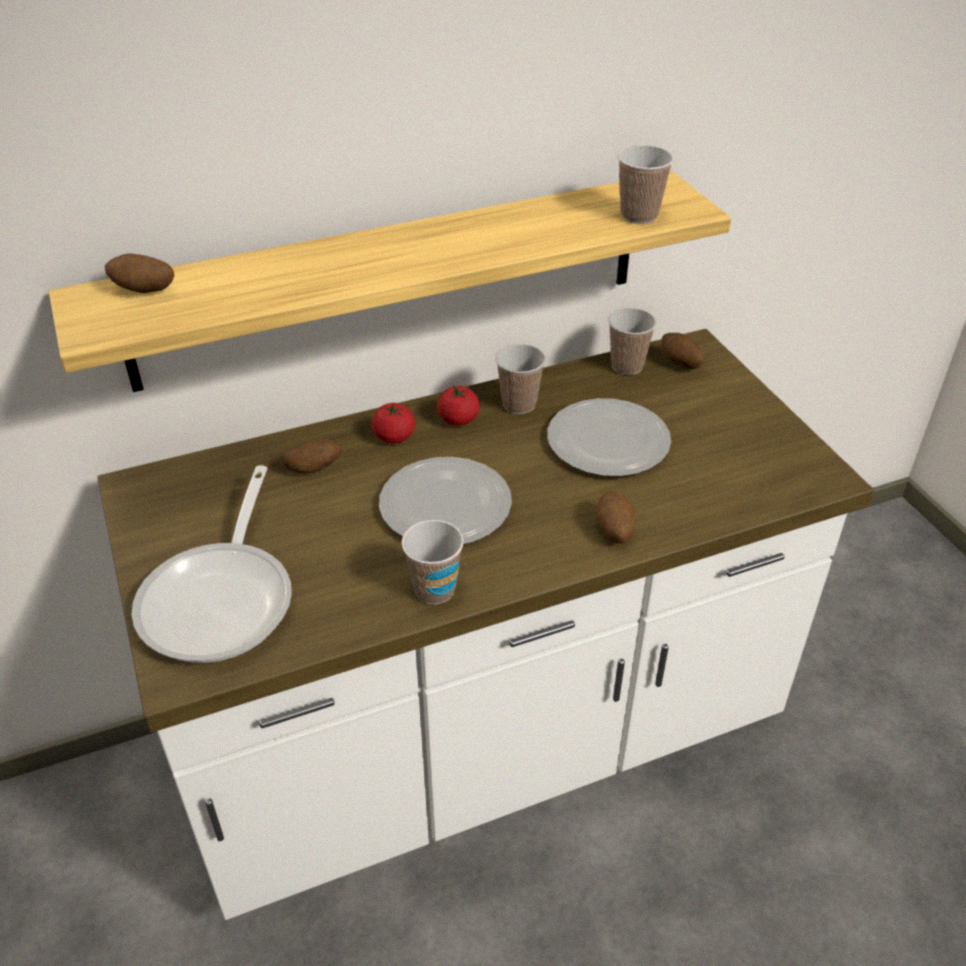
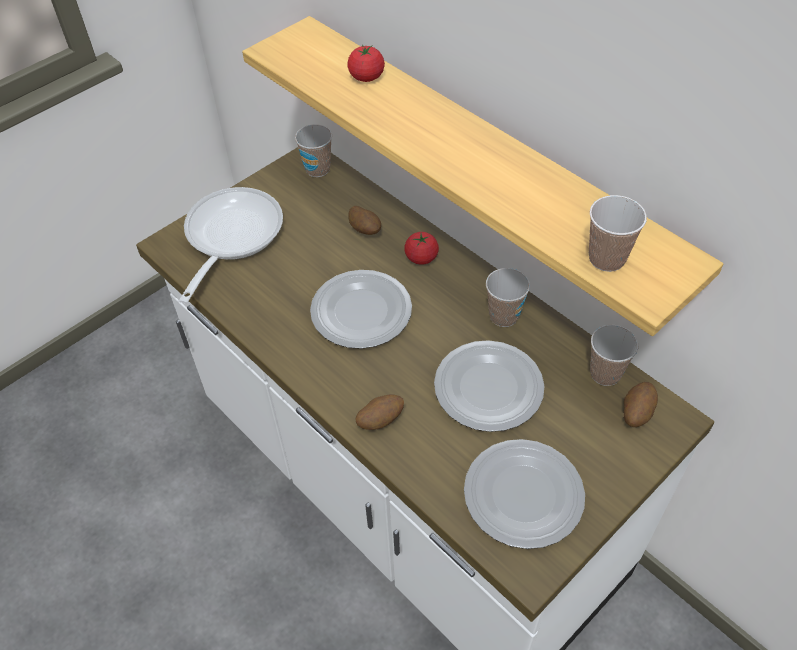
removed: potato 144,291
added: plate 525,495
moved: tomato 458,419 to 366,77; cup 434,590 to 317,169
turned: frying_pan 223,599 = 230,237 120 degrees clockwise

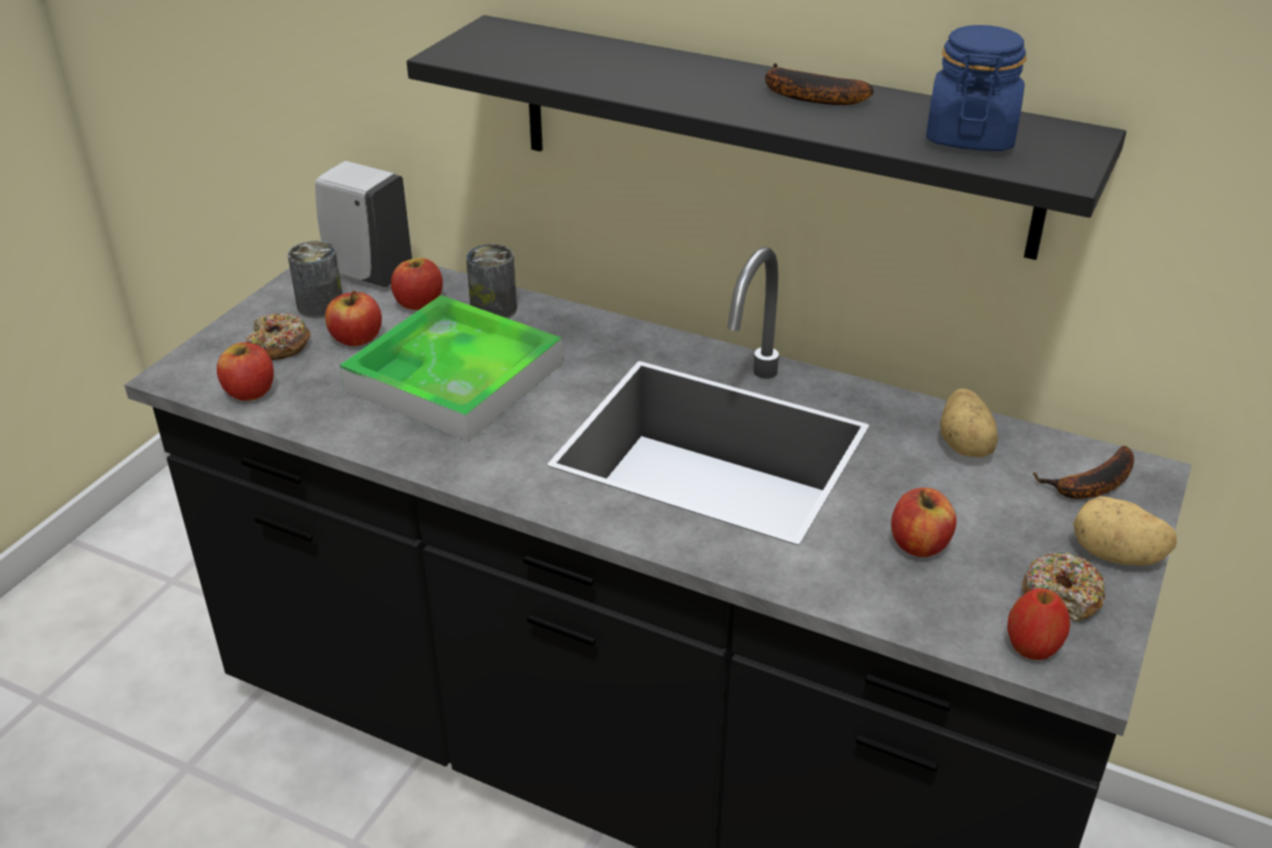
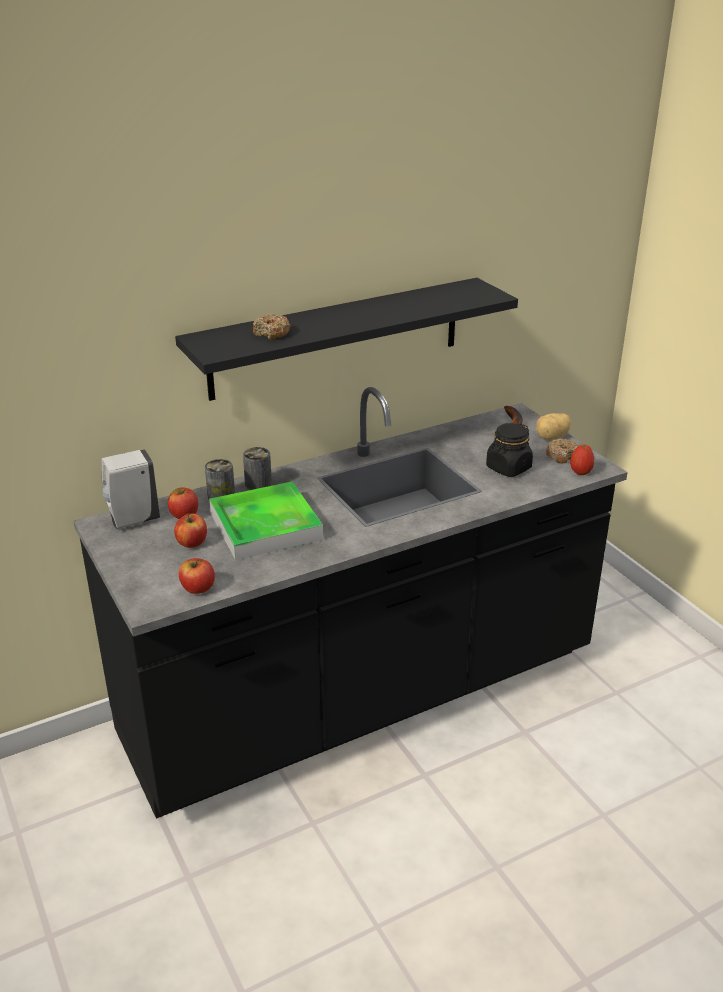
removed: blue_jar 970,136; banana 805,96; potato 966,445
moved: can 320,306 to 258,484; donut 279,346 to 272,333
replaced: apple 919,544 to black_jar 508,468

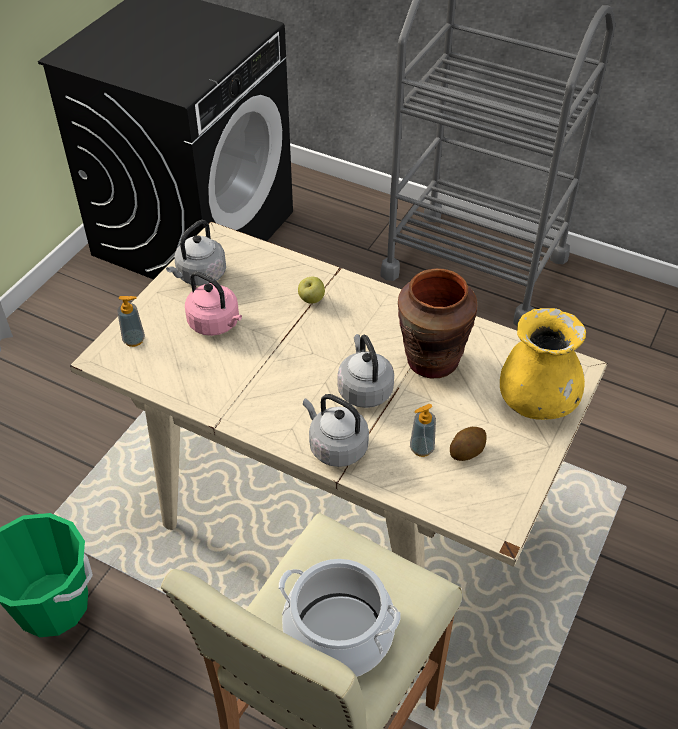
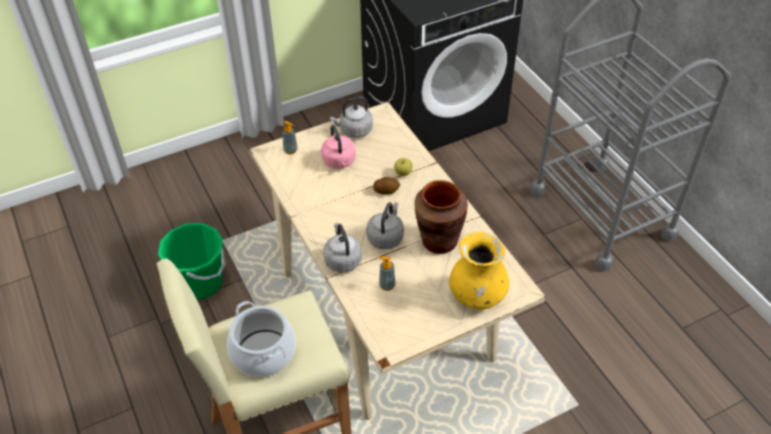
moved: potato 467,451 to 386,191

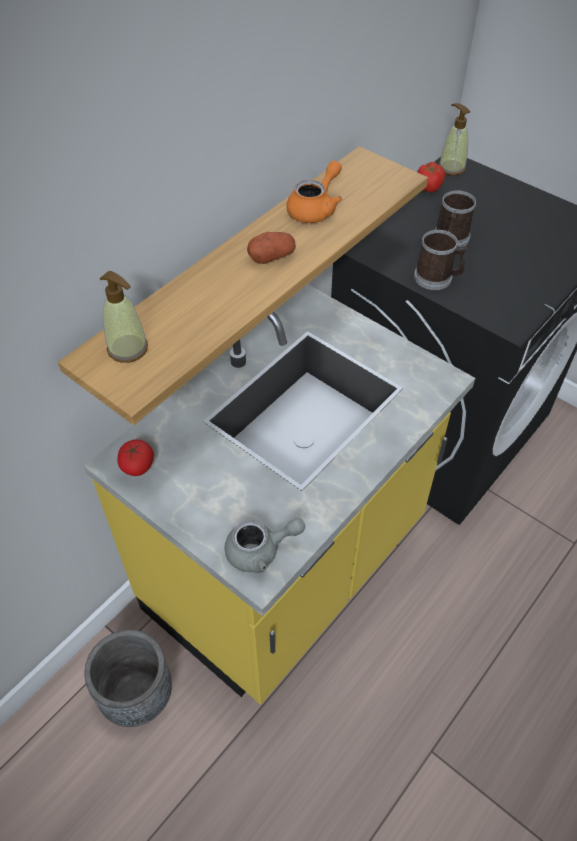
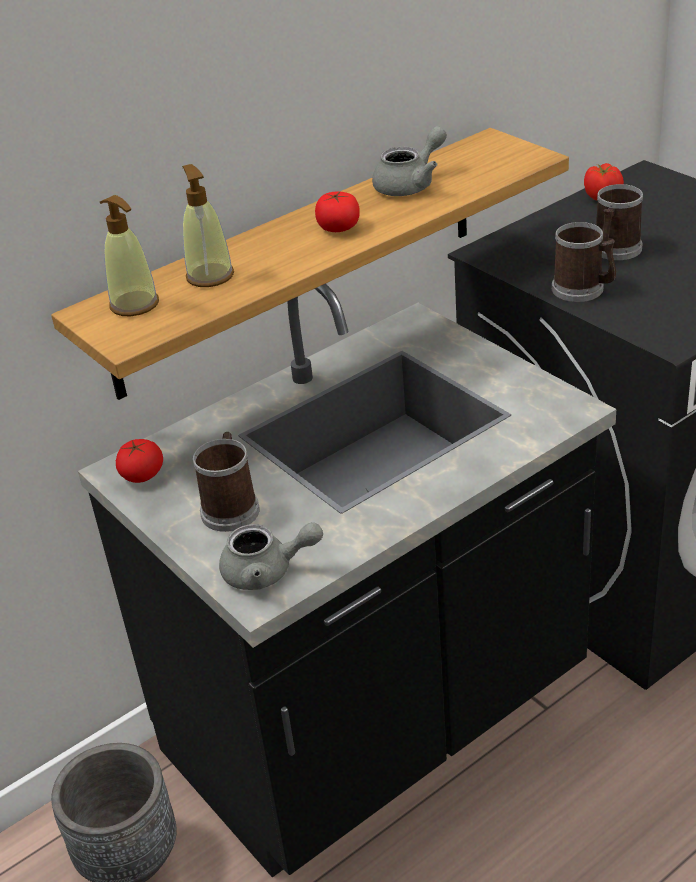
added: mug 231,507
moved: soap_dispenser 451,168 to 210,276
replaced: potato 271,257 to tomato 339,227
recoloured: orange_teapot 315,209 to grey_teapot 411,184; yellow_counter 288,569 to black_counter 377,722

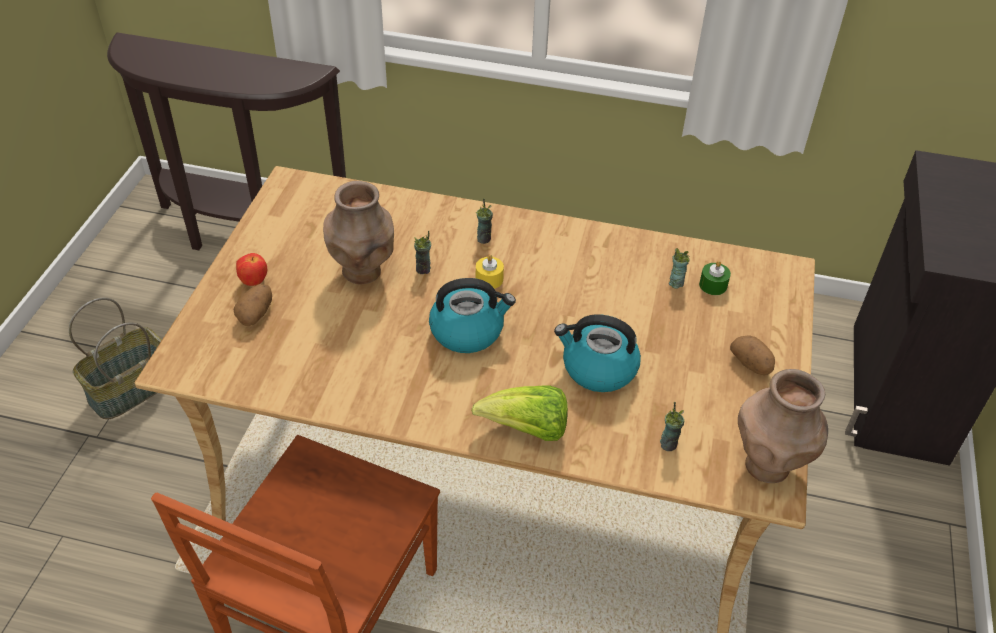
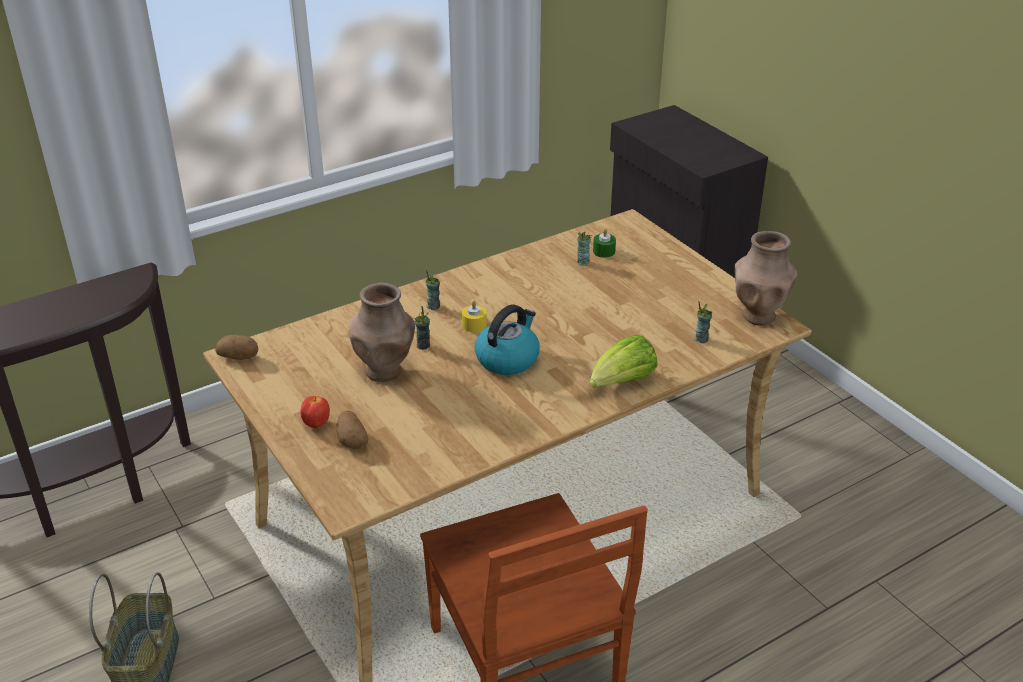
removed: kettle 598,369
moved: potato 751,364 to 239,357

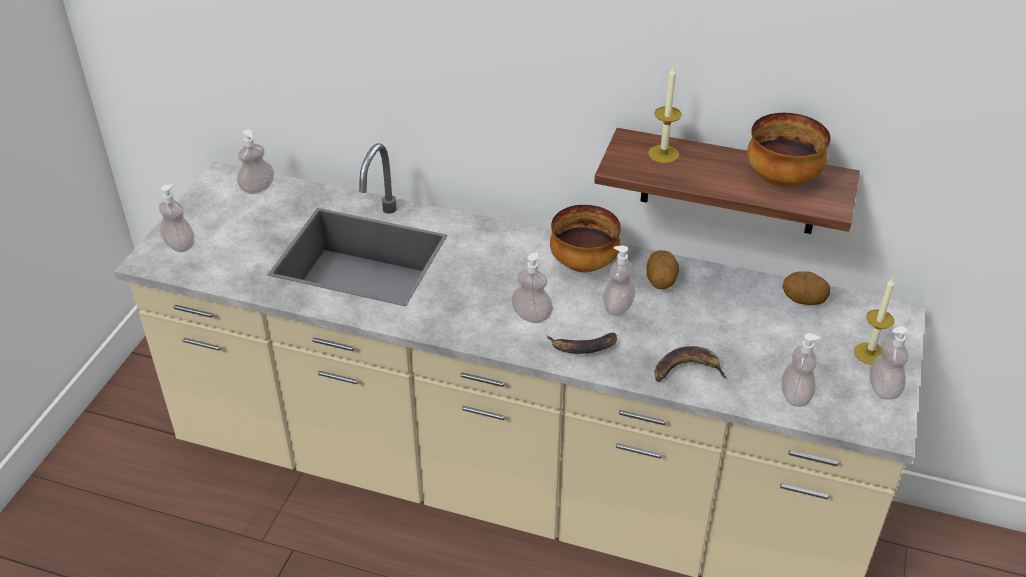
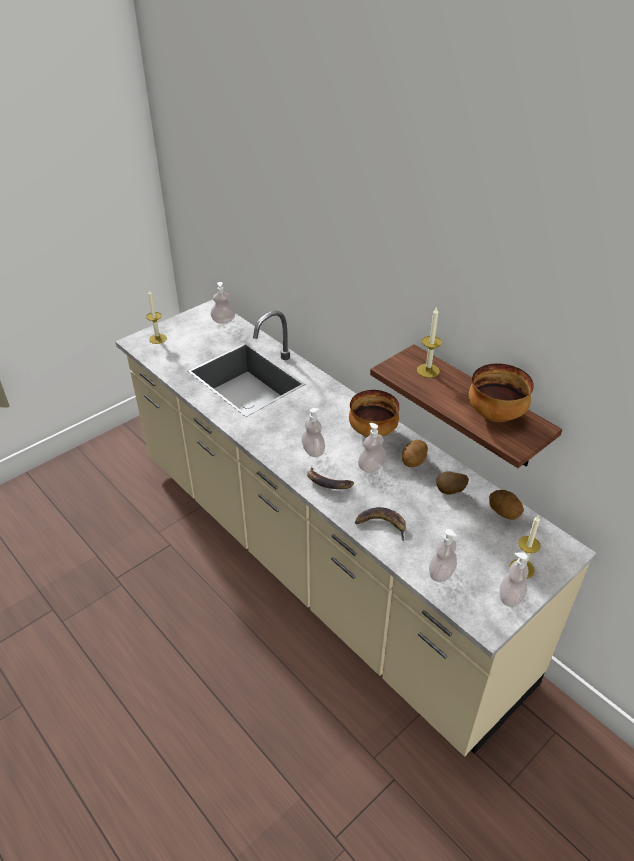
added: potato 450,492
replaced: soap_dispenser 180,245 to candle 158,339

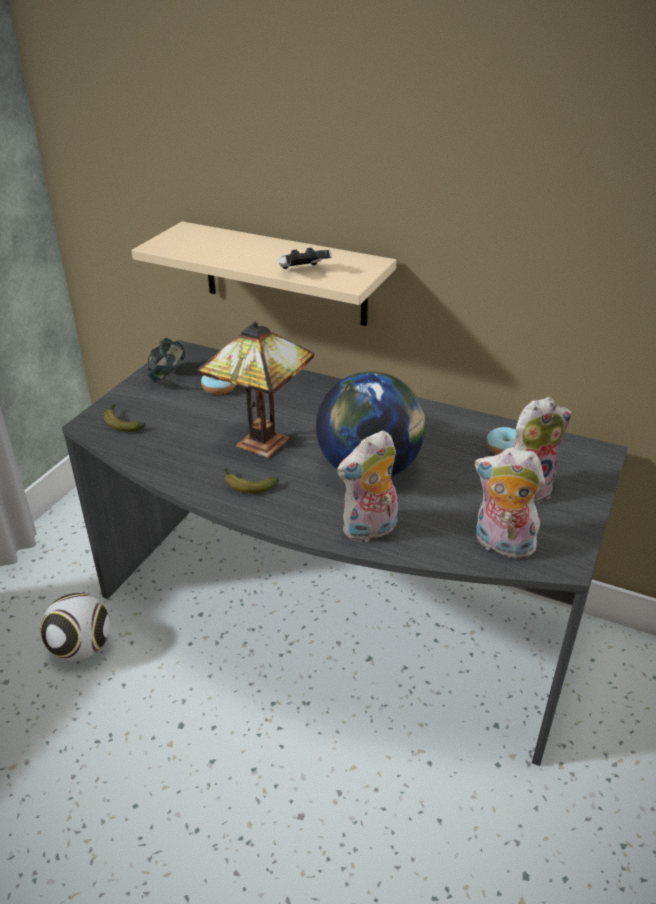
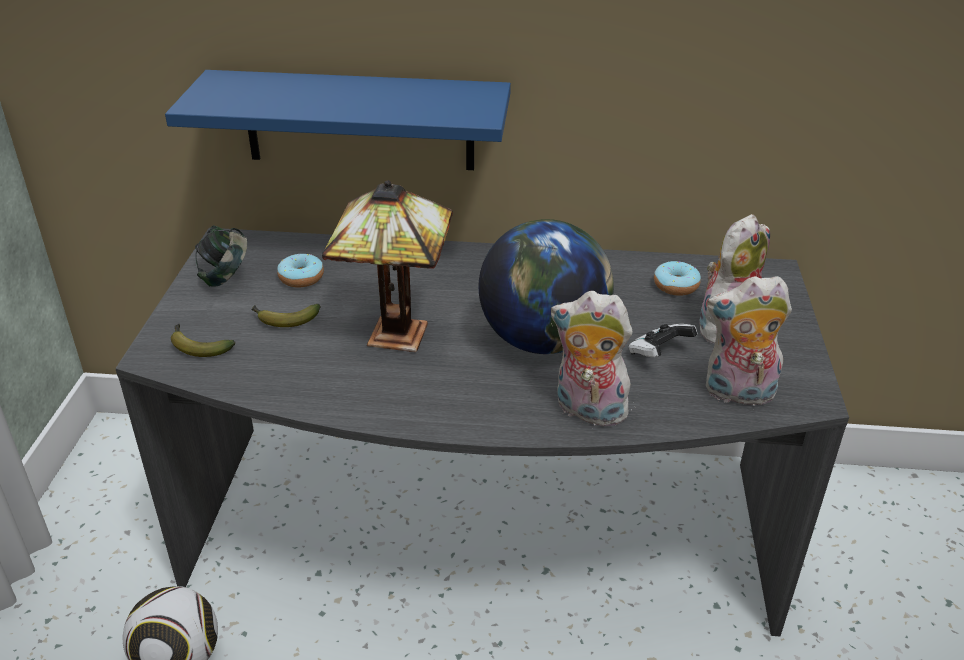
moved: game_controller 303,272 to 658,354; banana 246,485 to 283,319
recoloured: beige_shelf 284,274 to blue_shelf 359,120
turned: plush_toy 370,531 = 587,411 75 degrees clockwise

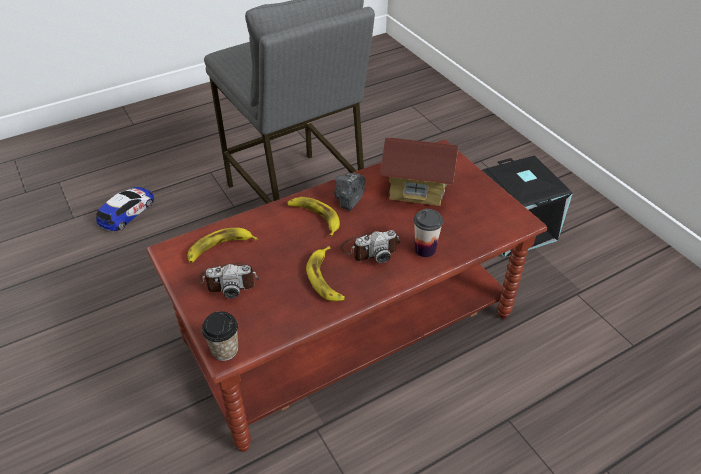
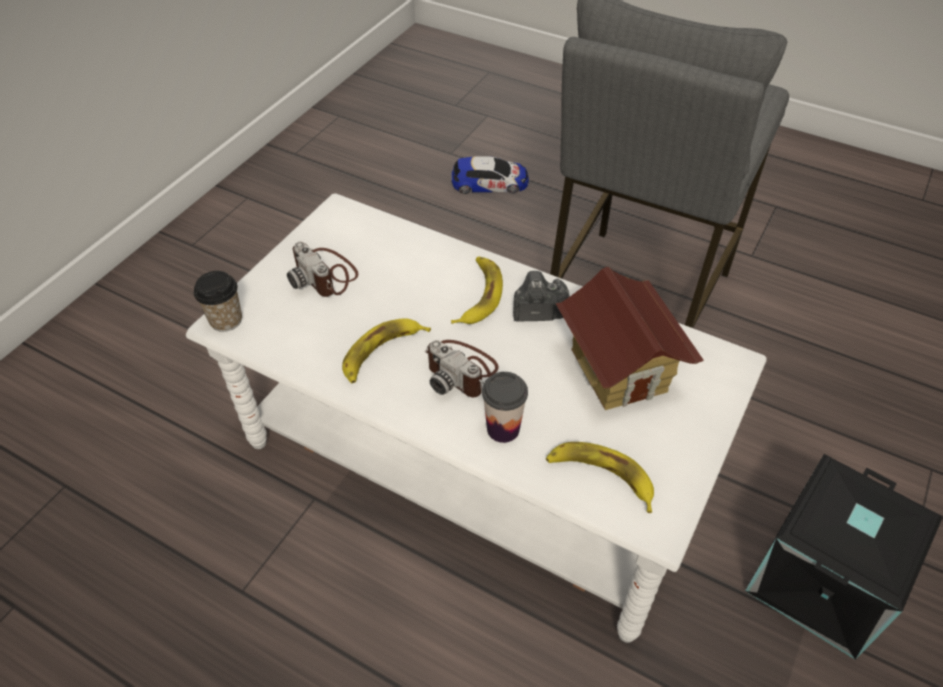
moved: banana 219,248 to 600,476
recoloured: brown_coffee_table 351,329 to white_coffee_table 473,462

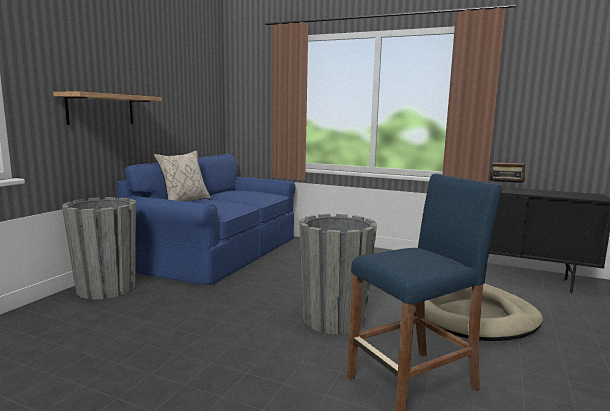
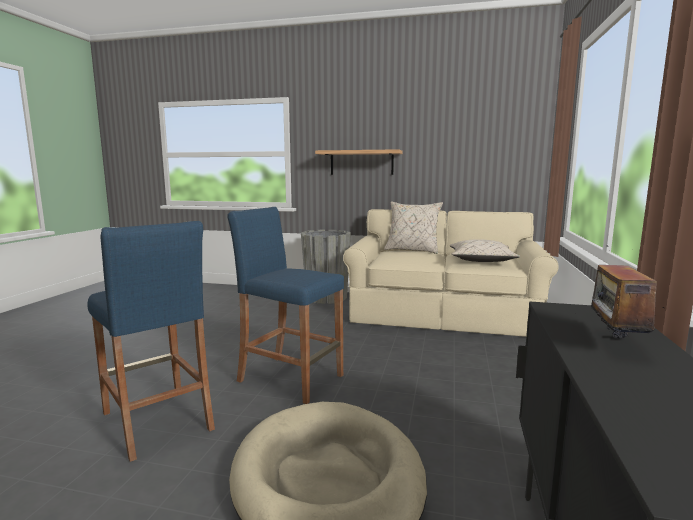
added: beige_pillow 481,260
replaced: grey_planter 334,319 to blue_stool 291,378
recoloured: blue_sofa 219,251 to beige_sofa 443,313

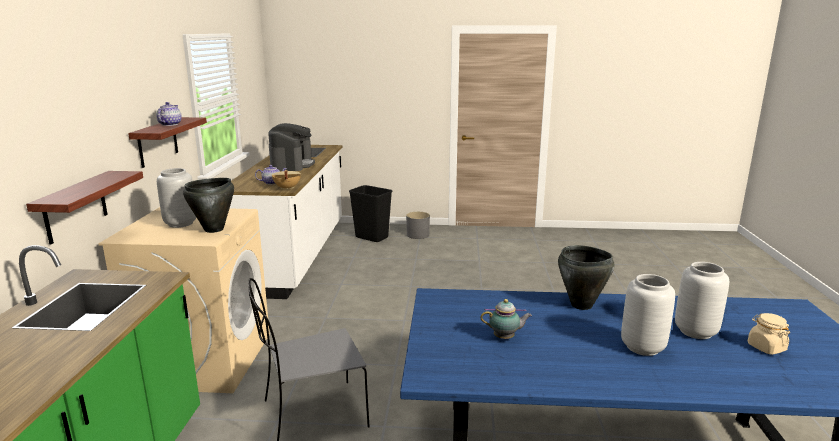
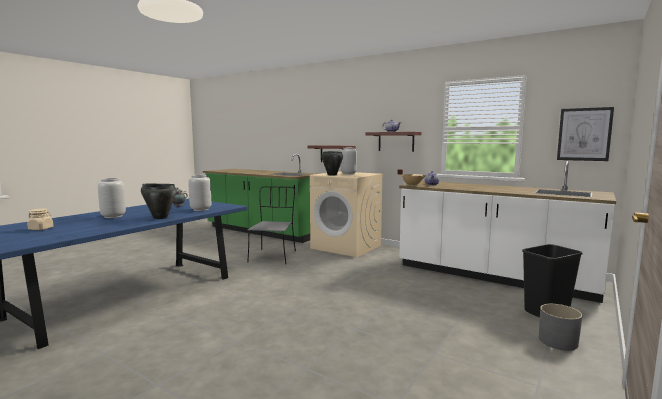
removed: coffee_machine 292,165
added: picture 584,134
moved: grey_vase 696,332 to 200,209

